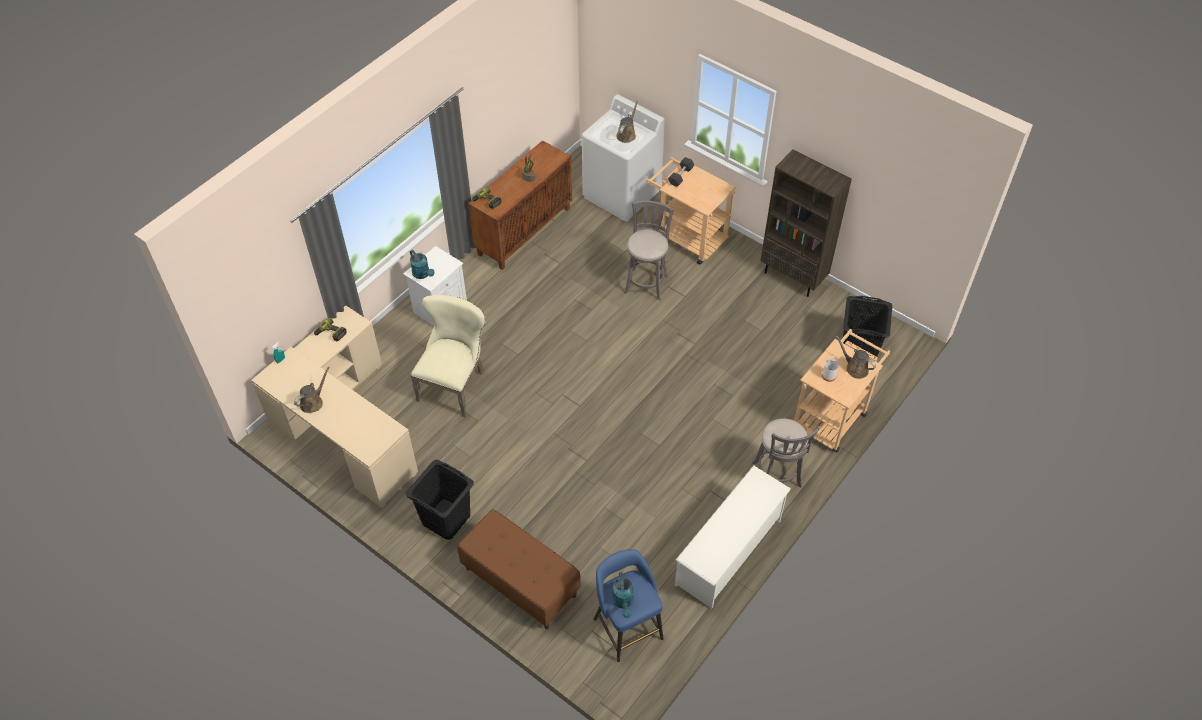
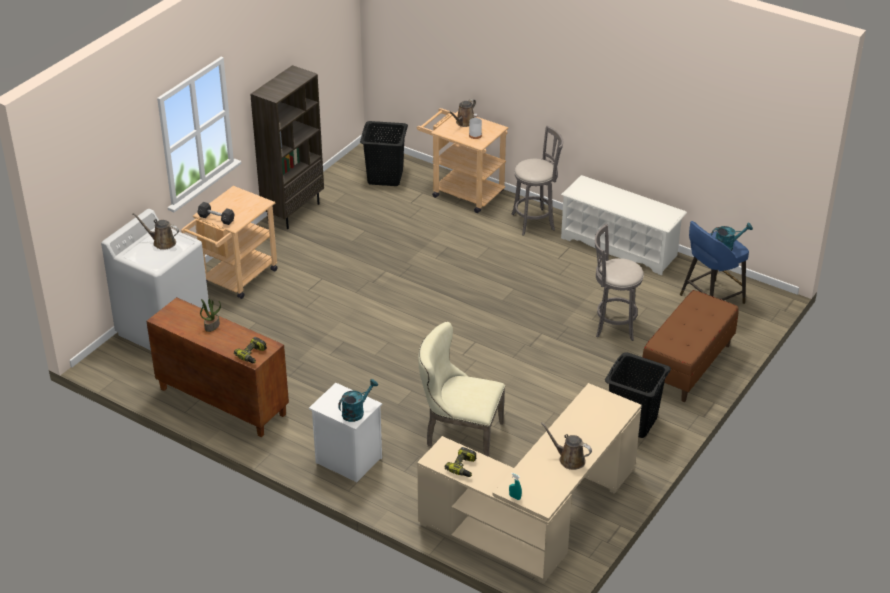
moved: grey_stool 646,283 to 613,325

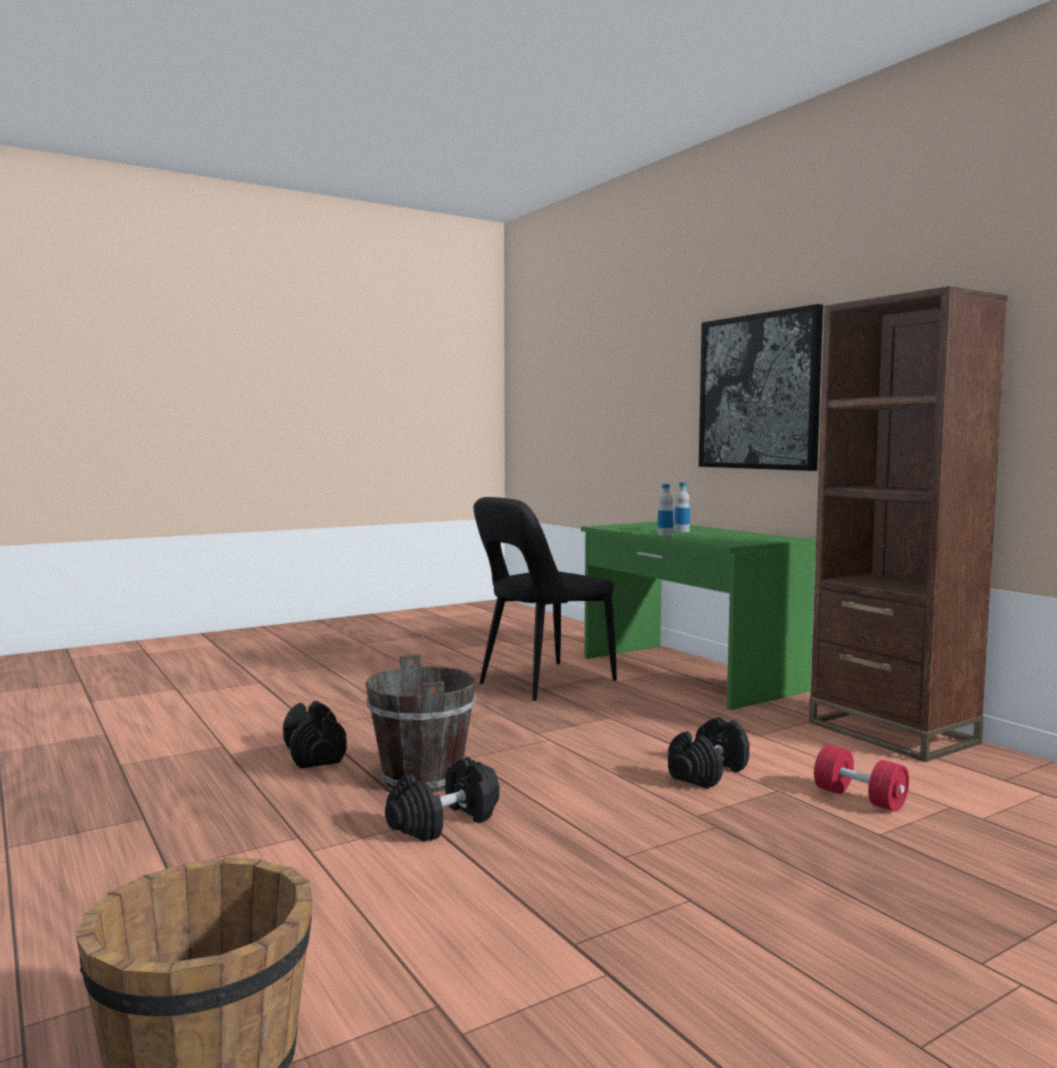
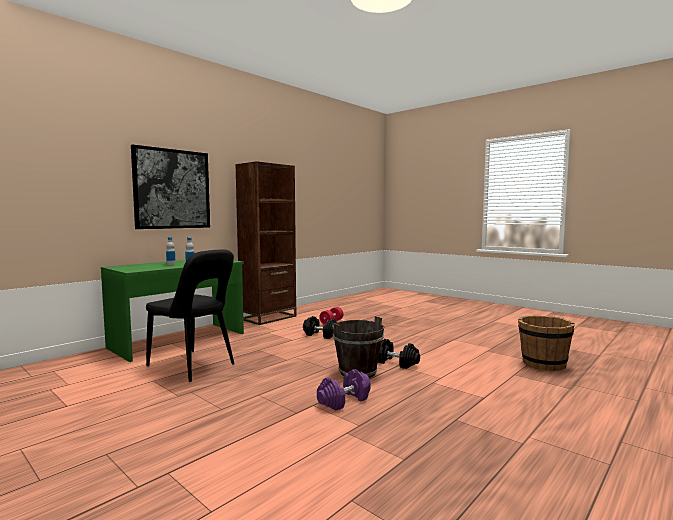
recoloured: black_dumbbell 315,754 to purple_dumbbell 344,400

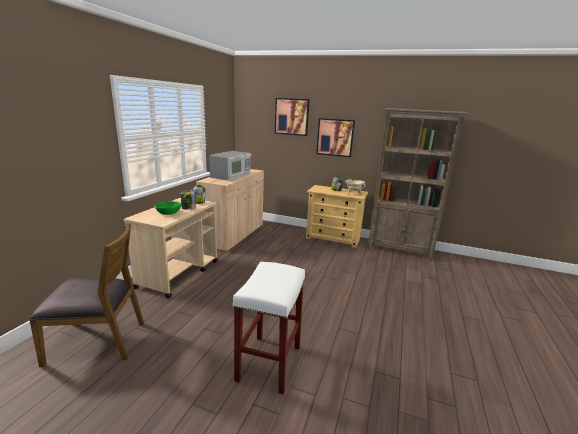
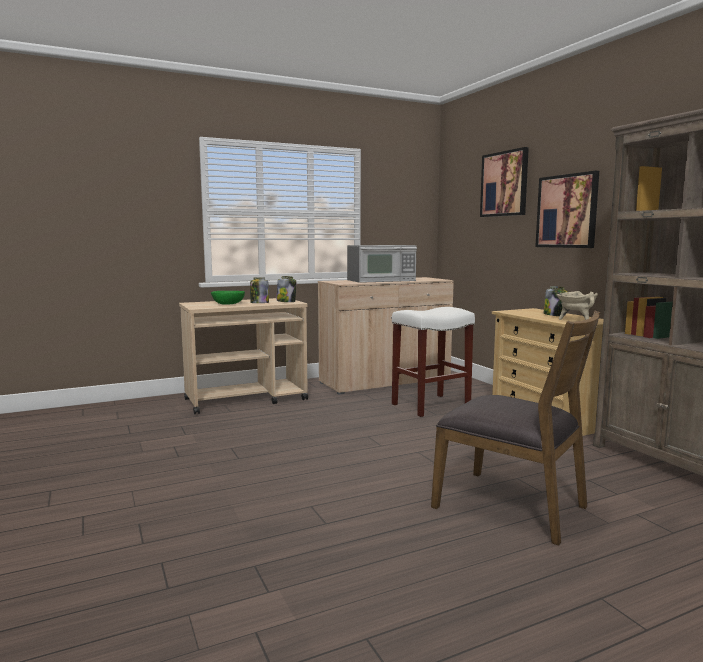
moved: brown_chair 98,341 to 511,506; white_stool 269,362 to 431,405

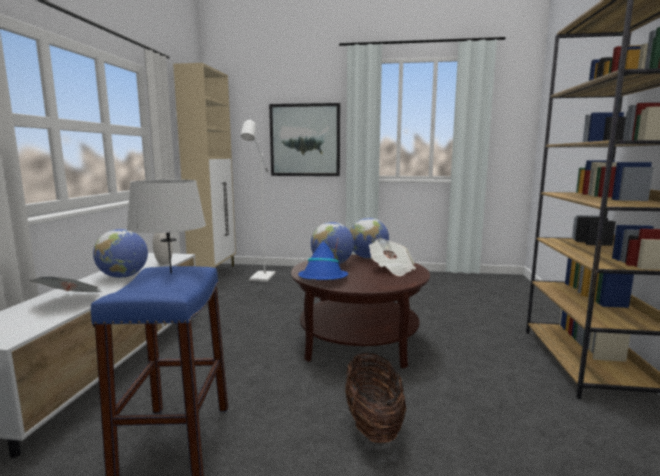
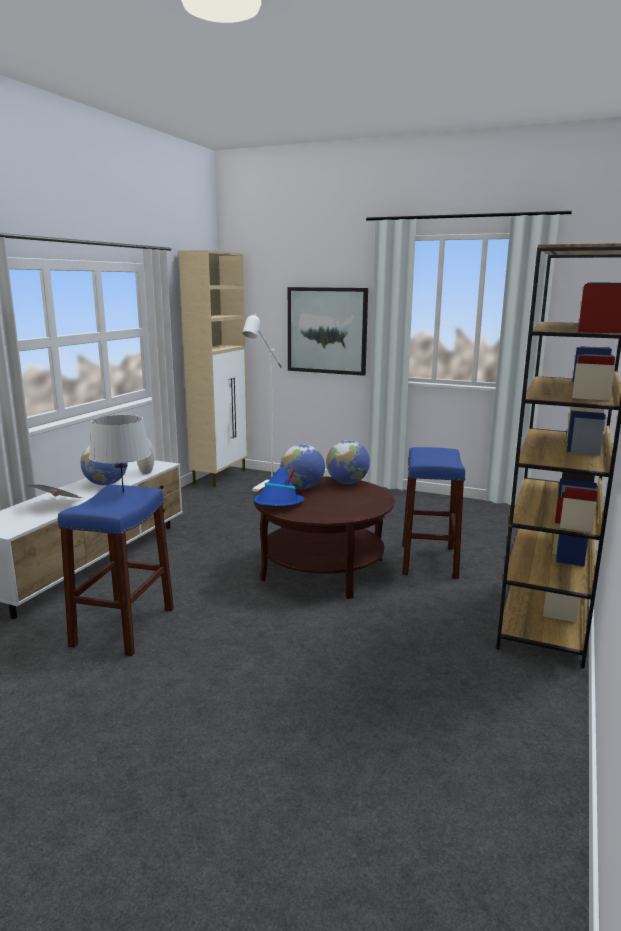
removed: newspaper 391,269; basket 373,424
added: blue_stool 428,561

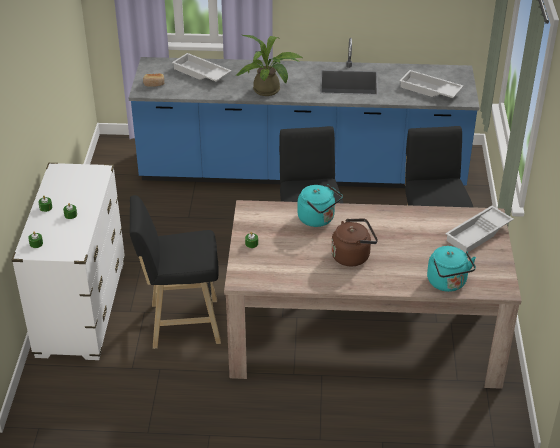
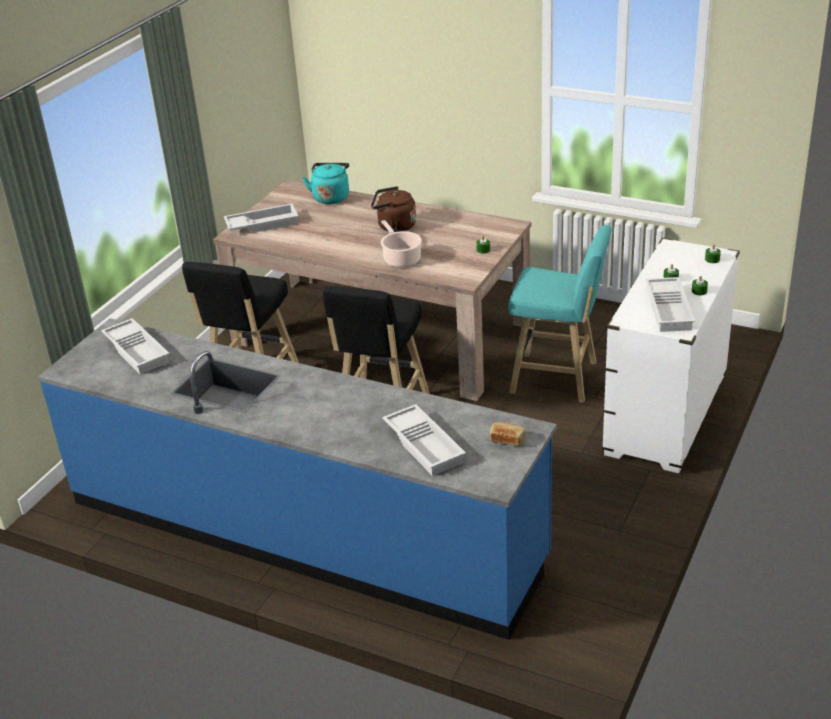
removed: potted_plant 269,91
added: white_tray 670,309
replaced: turquoise_kettle 318,219 to cooking_pot 401,259
recoloured: black_stool 181,324 to turquoise_stool 558,378

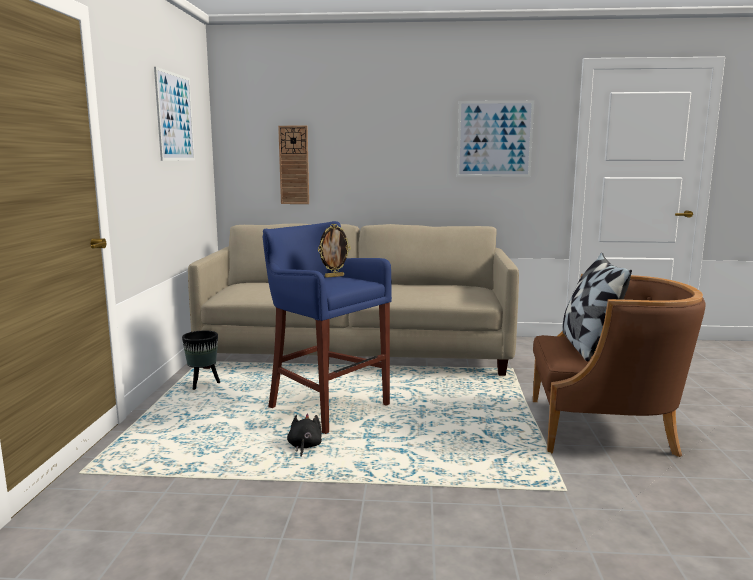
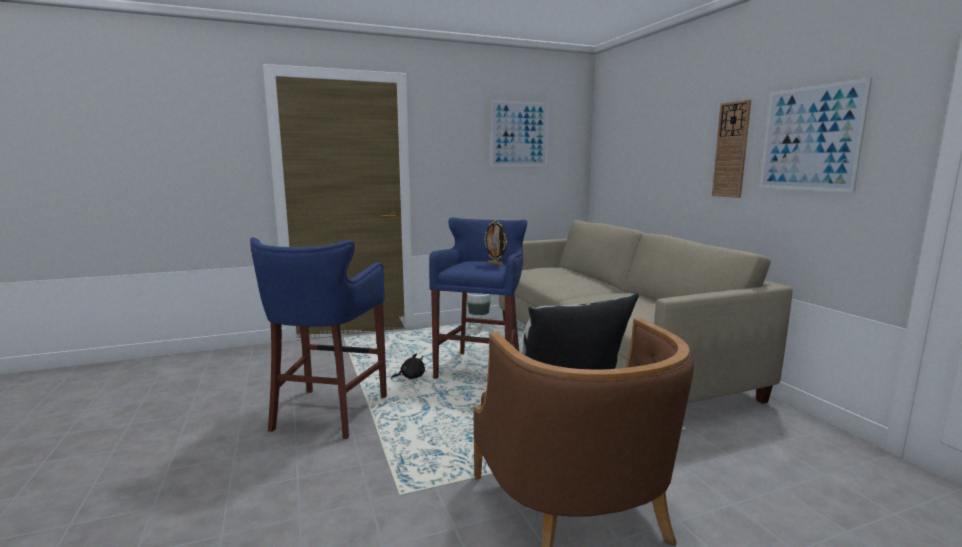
added: blue_stool 327,414
moved: wall_clock 294,165 to 731,150
recoloured: black_planter 203,384 to white_planter 479,328

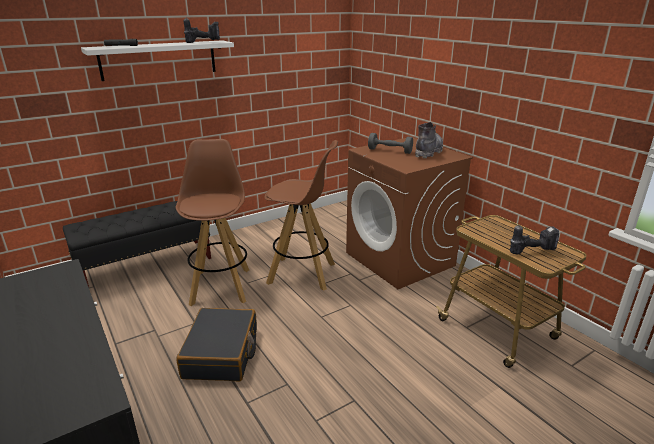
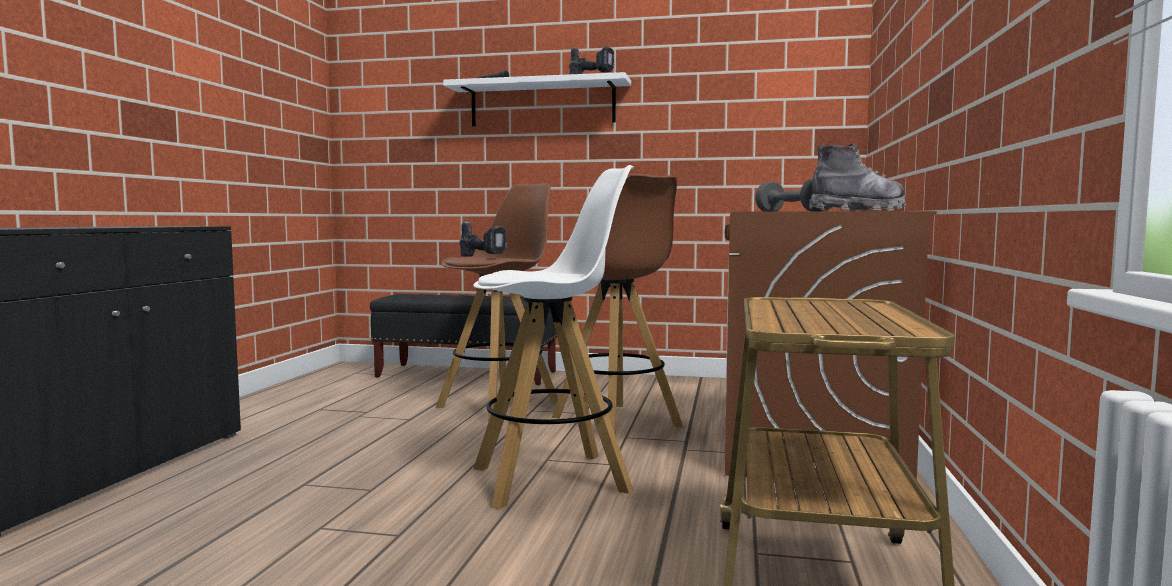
removed: black_suitcase 222,353
added: white_stool 553,479
moved: power_drill 531,250 to 484,257

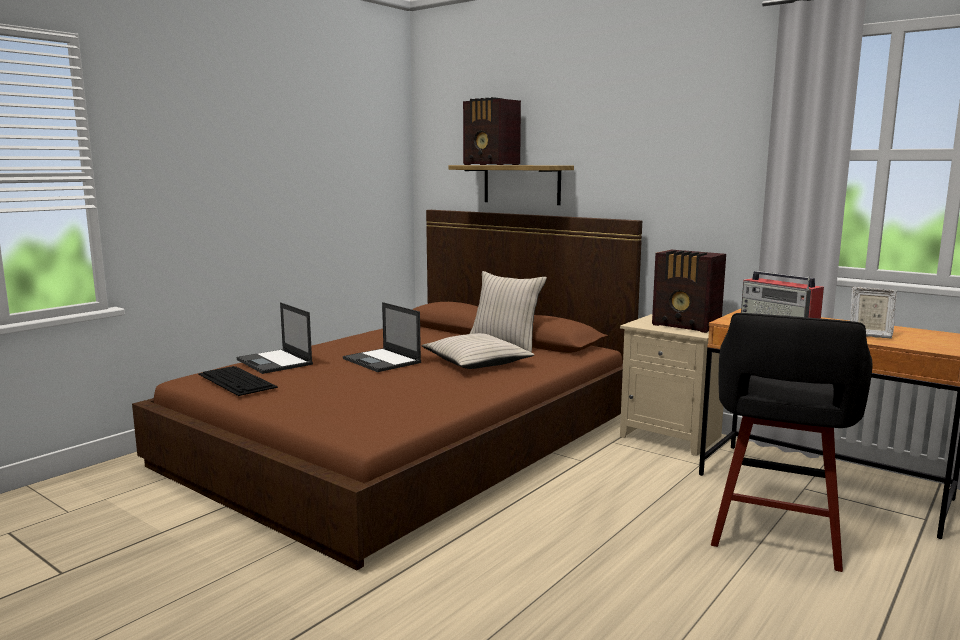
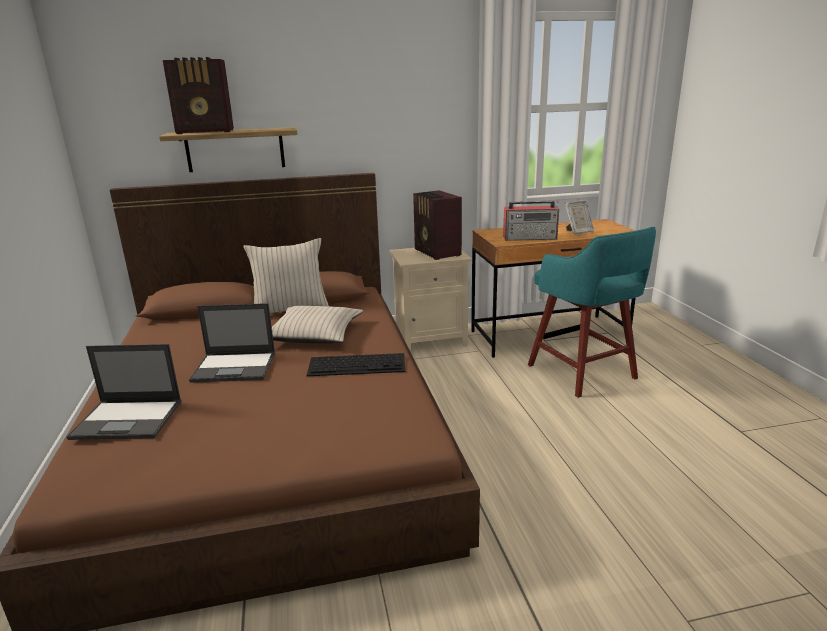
moved: keyboard 237,380 to 358,364
recoloured: black_stool 776,533 to turquoise_stool 583,373
turned: radio 687,326 = 437,253 75 degrees clockwise

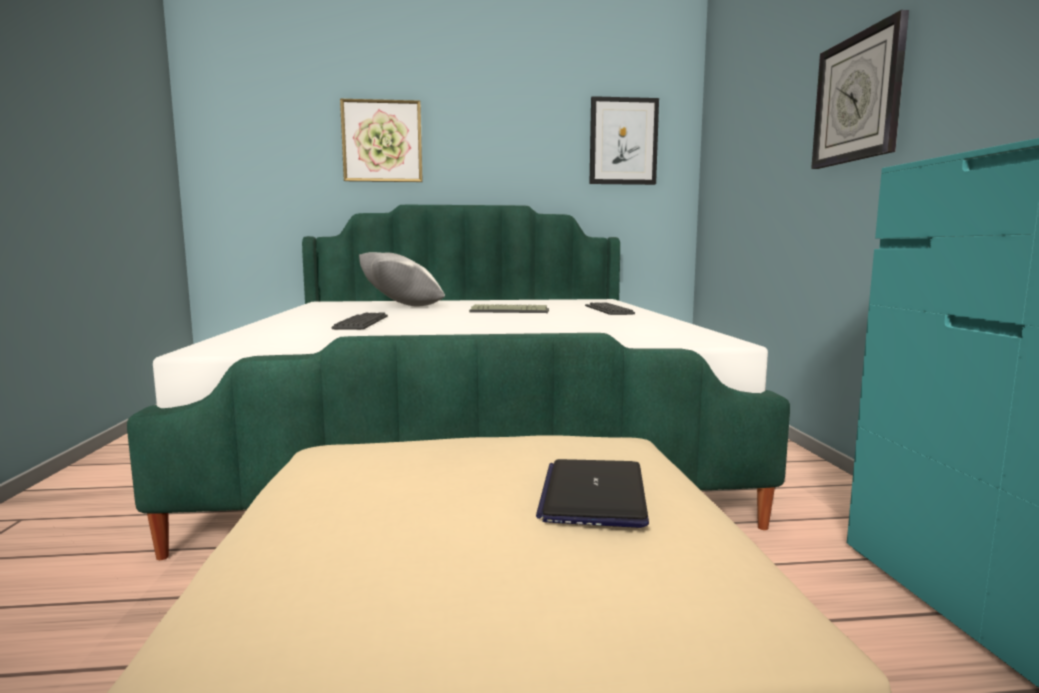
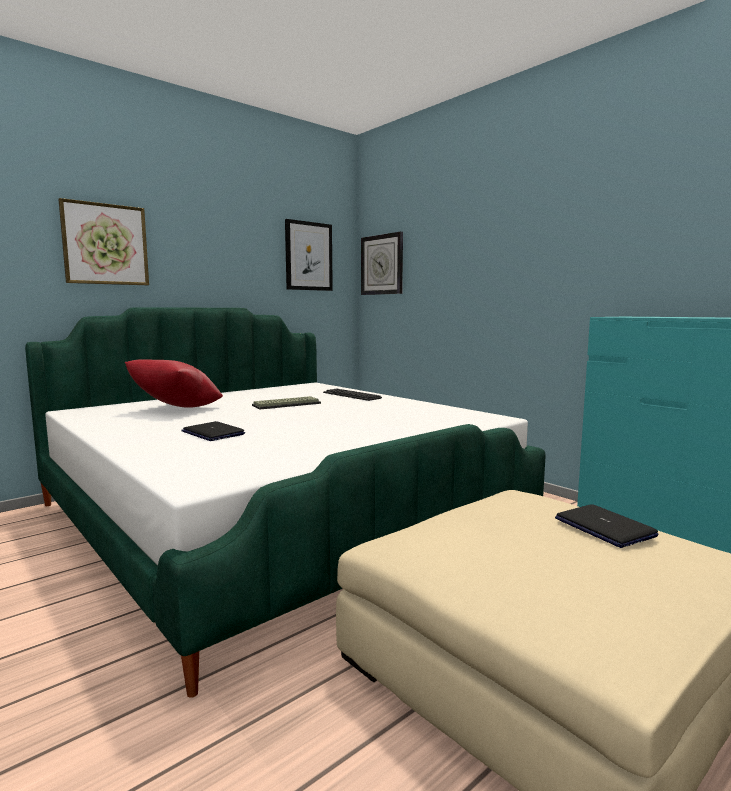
moved: wall_clock 858,98 to 382,264
replaced: keyboard 361,322 to laptop 212,433
recoloured: grey_pillow 401,307 to red_pillow 176,409

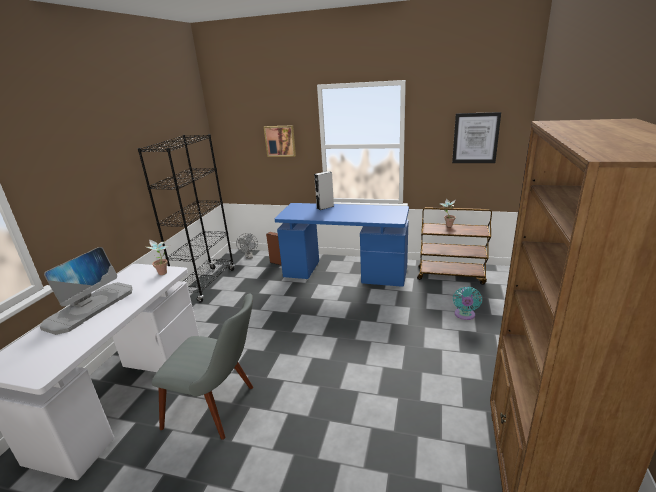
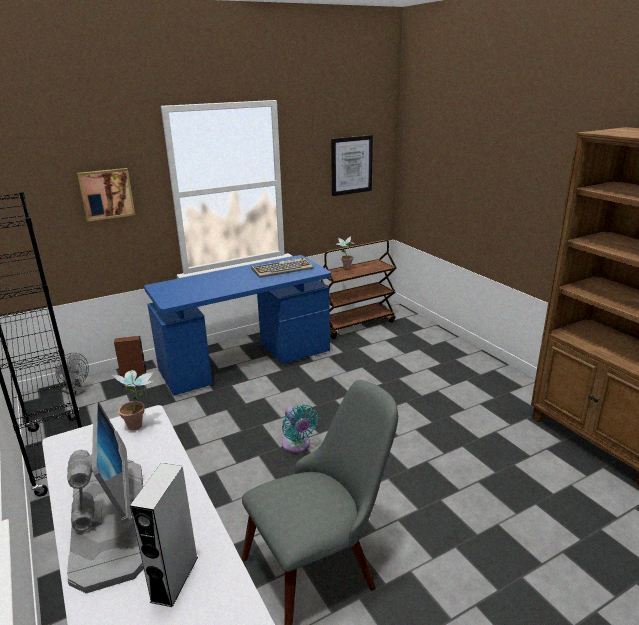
added: keyboard 282,269
moved: grey_speaker 325,207 to 174,578; turquoise_fan 464,315 to 297,445

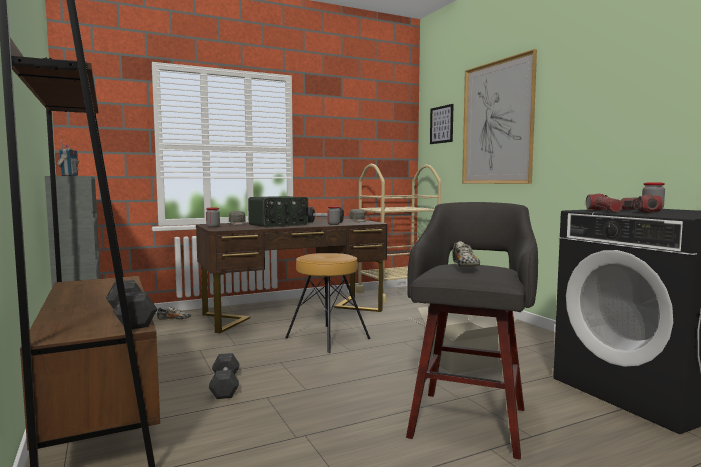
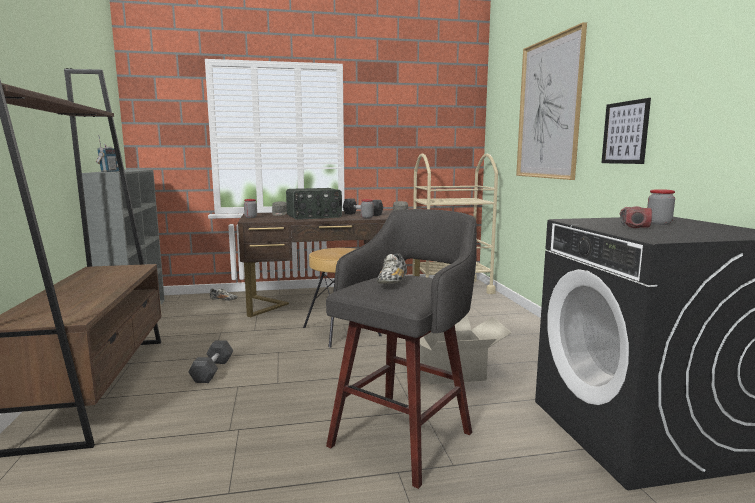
removed: flashlight 604,211; grey_dumbbell 131,318
moved: picture 441,124 to 625,132

